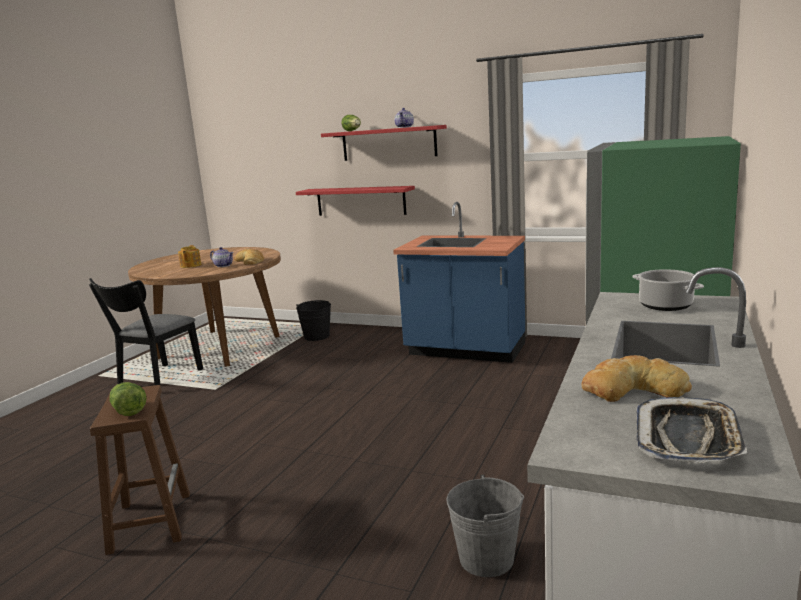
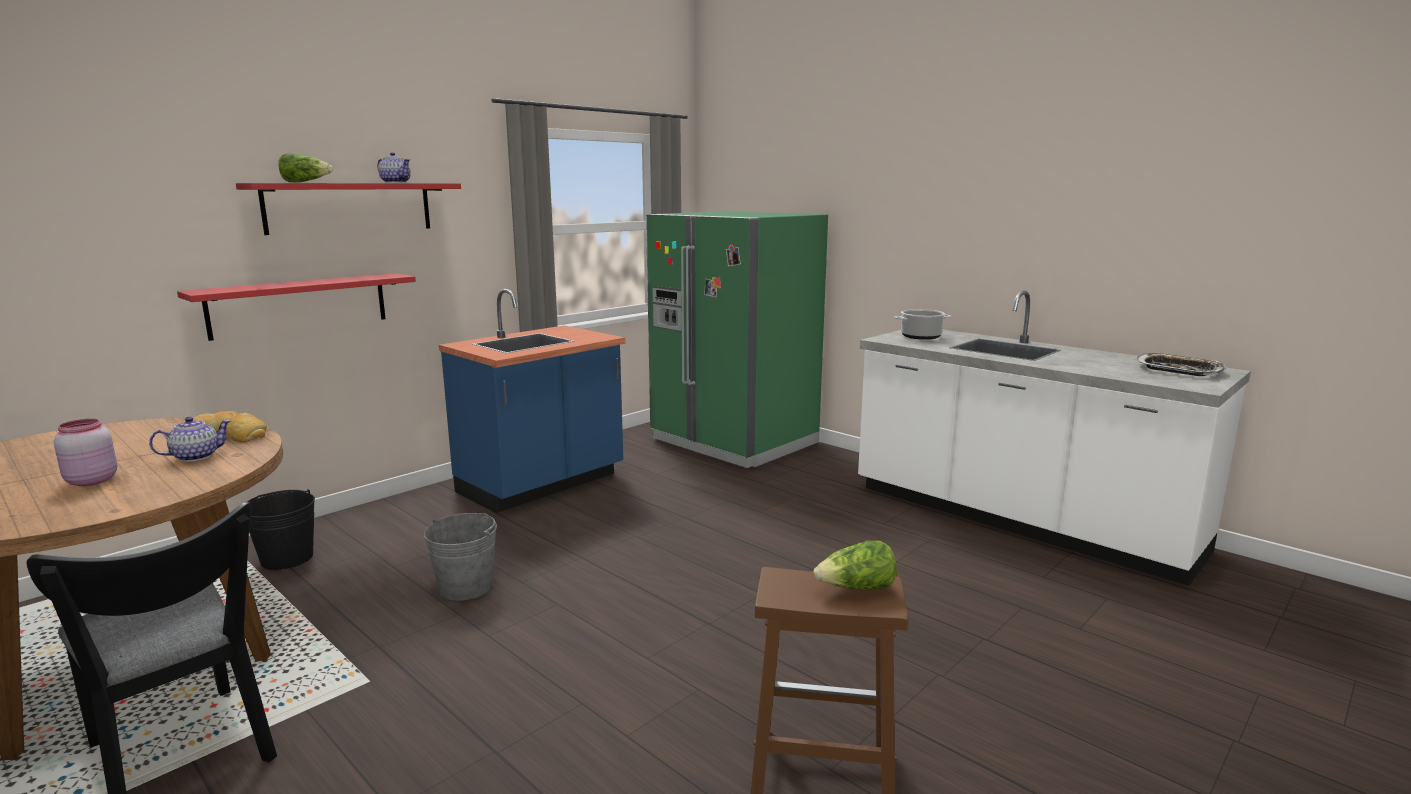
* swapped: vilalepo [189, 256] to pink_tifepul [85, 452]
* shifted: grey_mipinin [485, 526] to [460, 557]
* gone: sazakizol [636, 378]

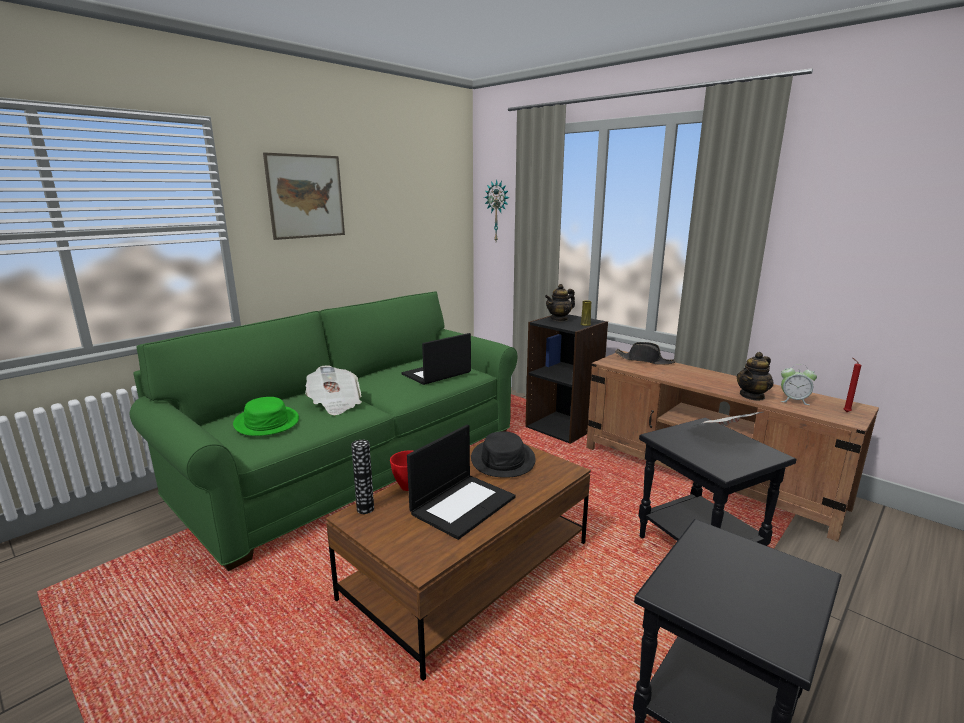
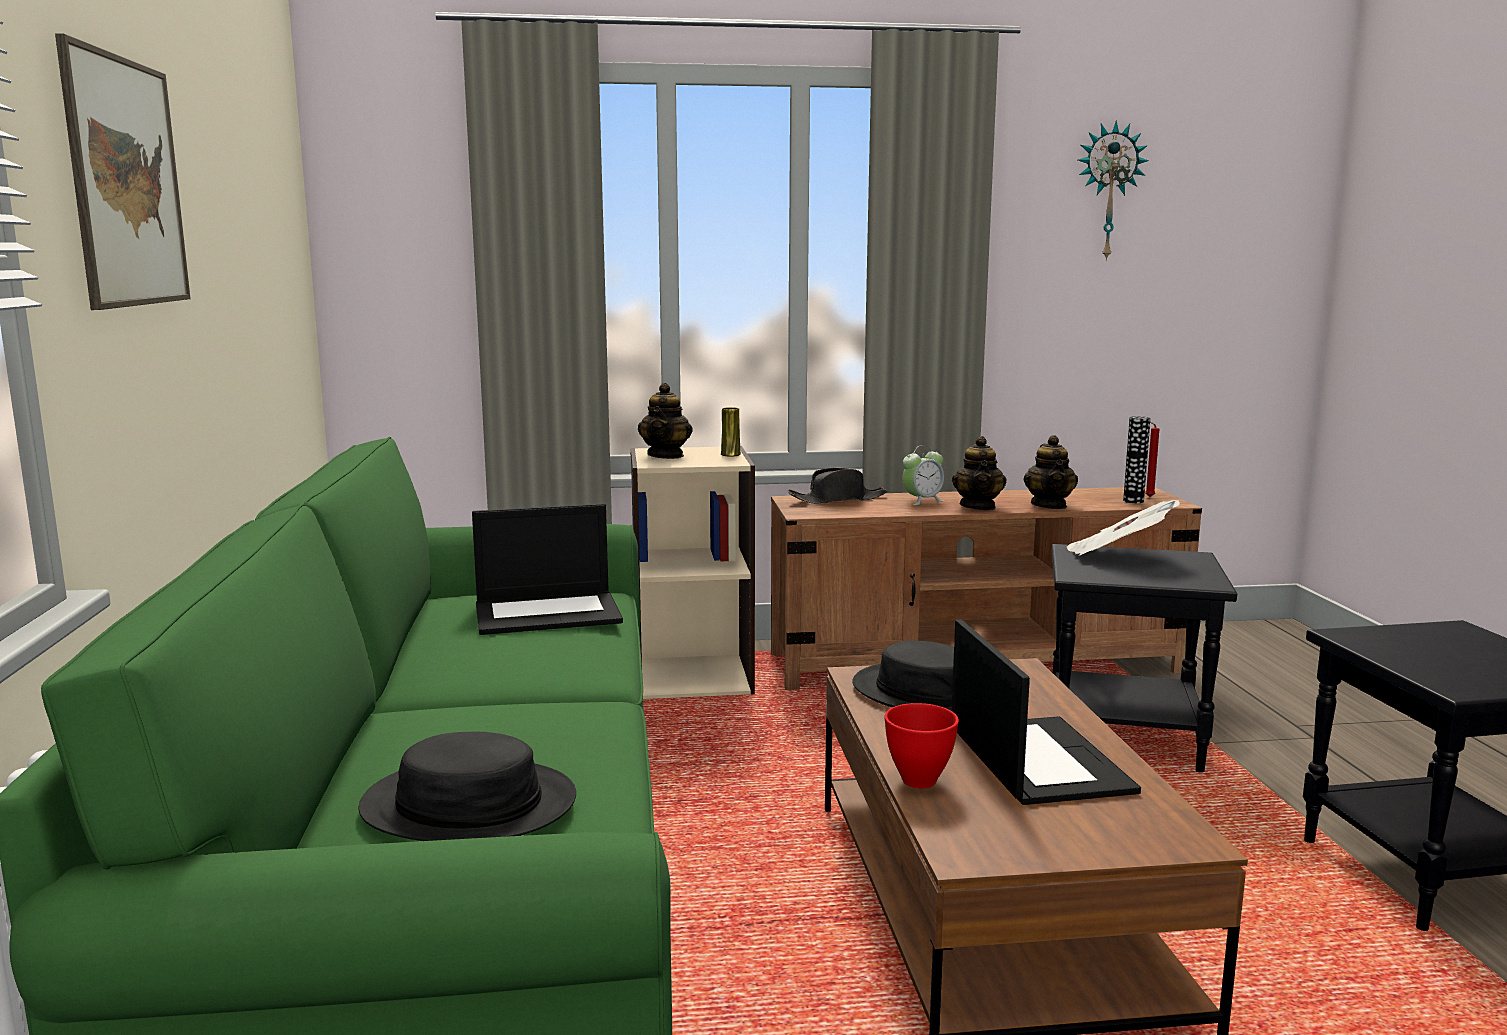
* repainted: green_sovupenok [266, 416] to black_sovupenok [467, 786]
* rotated: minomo [436, 359] = [547, 569] 105 degrees counterclockwise
* repainted: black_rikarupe [566, 379] to beige_rikarupe [693, 572]
* shifted: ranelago [798, 384] to [923, 475]
* new: vilalepo [979, 473]
* shifted: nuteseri [496, 210] to [1113, 190]
* shifted: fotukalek [362, 477] to [1136, 459]
* gone: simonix [333, 390]

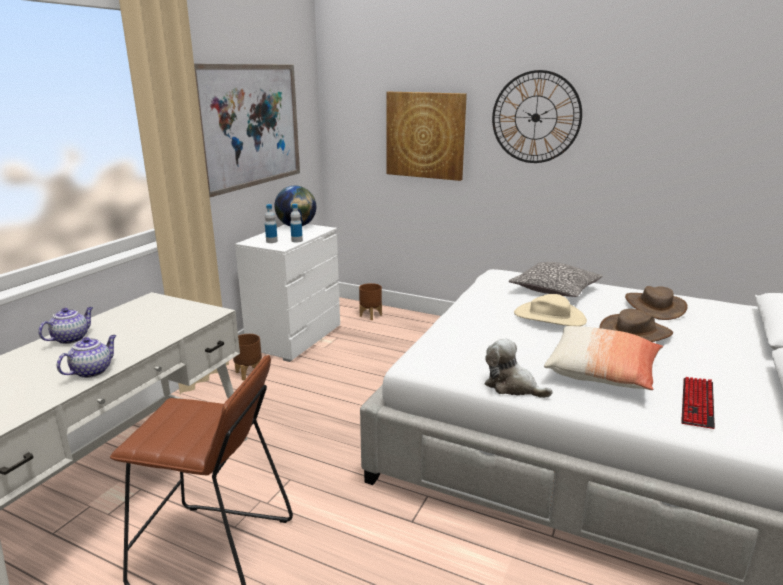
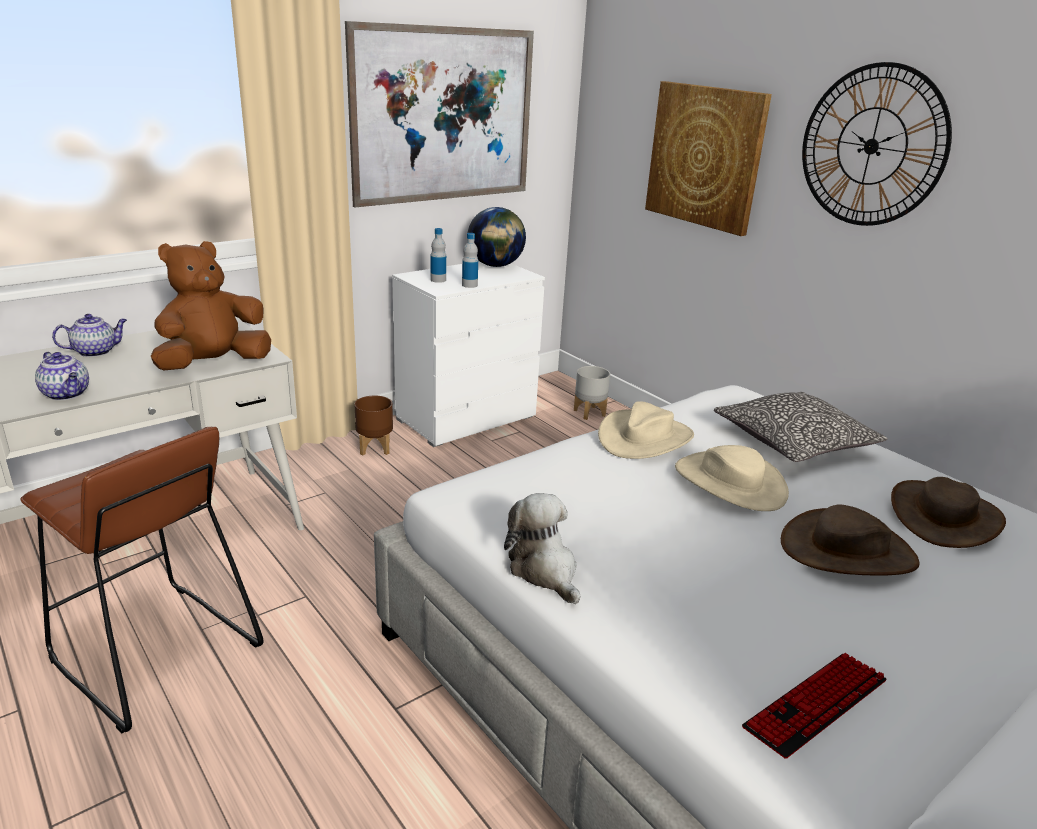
* rotated: vilalepo [86, 356] = [62, 376] 75 degrees clockwise
* new: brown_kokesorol [211, 305]
* repainted: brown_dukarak [370, 301] to grey_dukarak [592, 393]
* new: beige_sovupenok [646, 430]
* gone: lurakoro [603, 358]

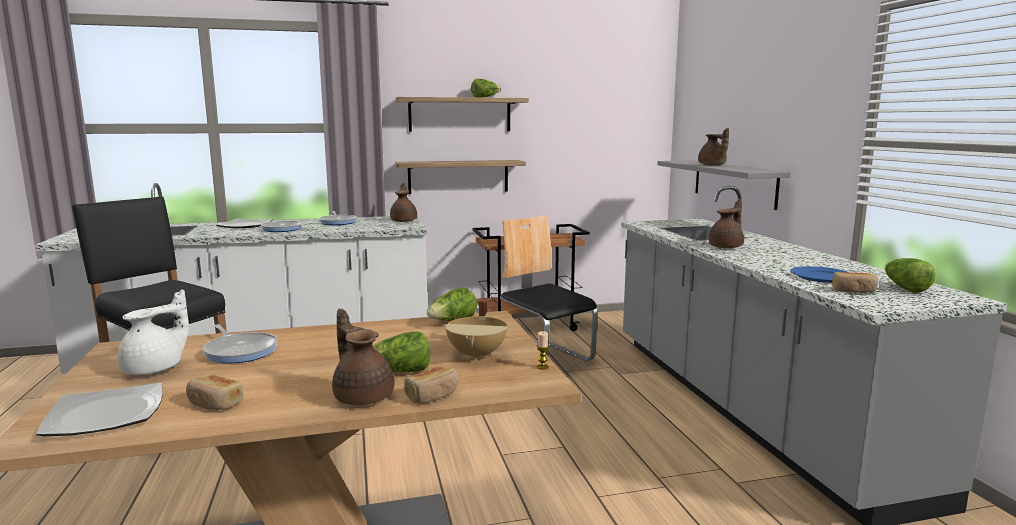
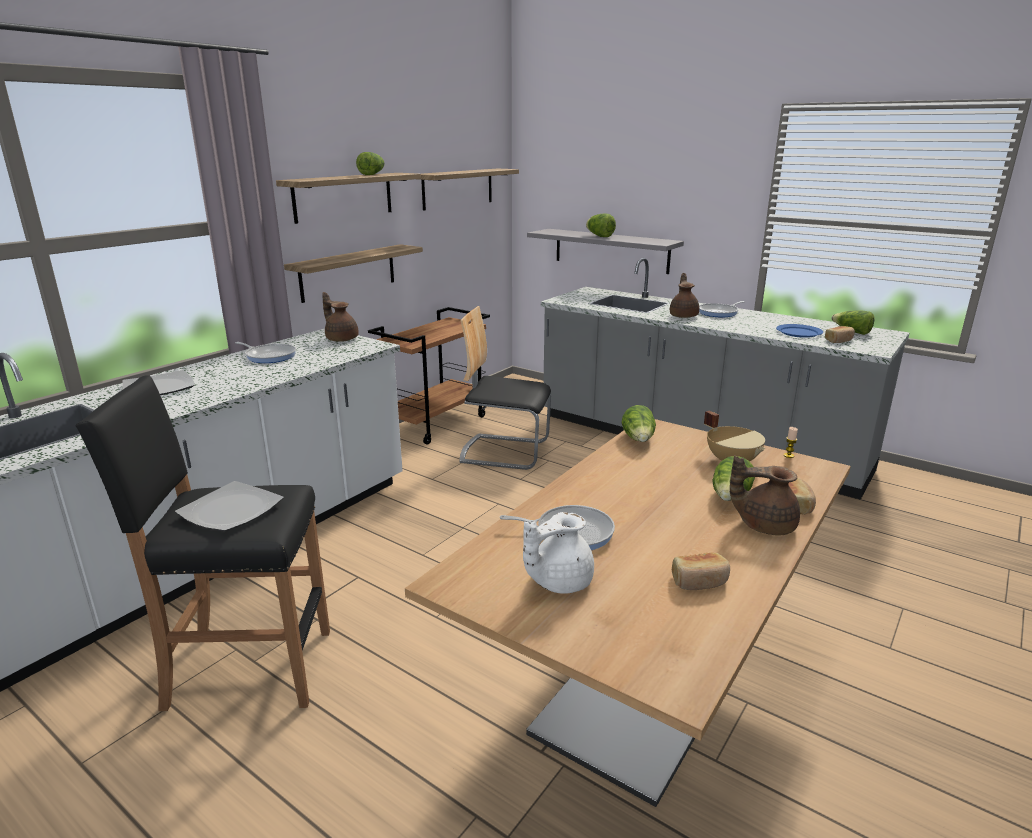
* shifted: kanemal [99, 409] to [229, 506]
* new: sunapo [468, 190]
* rotated: white_vilalepo [153, 332] = [558, 553] 120 degrees counterclockwise
* swapped: brown_vilalepo [713, 146] to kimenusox [601, 225]
* shifted: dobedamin [290, 226] to [722, 309]

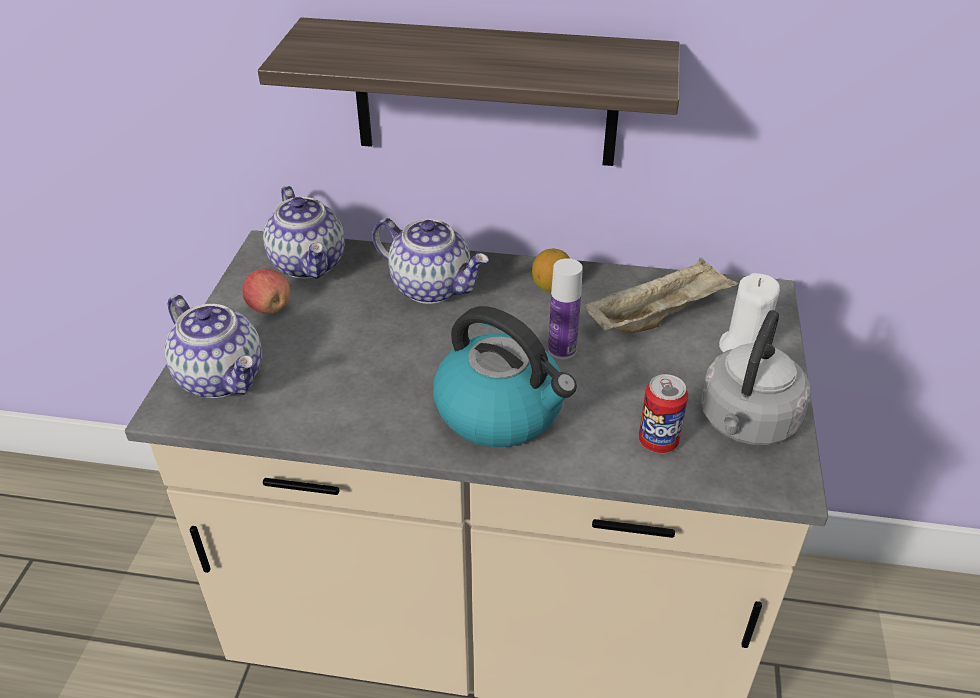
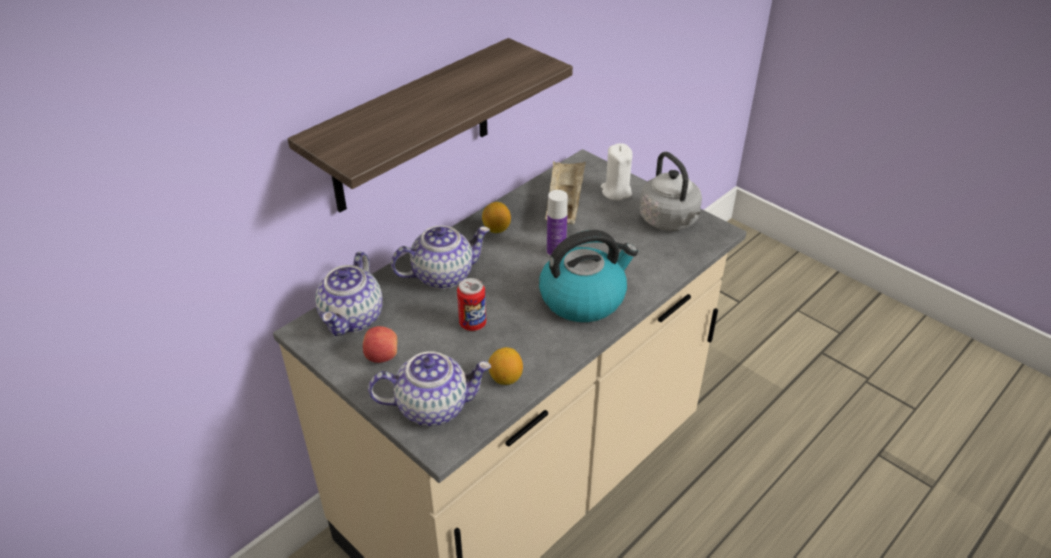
* rotated: vilalepo [304, 232] = [349, 294] 90 degrees clockwise
* shifted: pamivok [663, 413] to [471, 304]
* new: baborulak [505, 366]

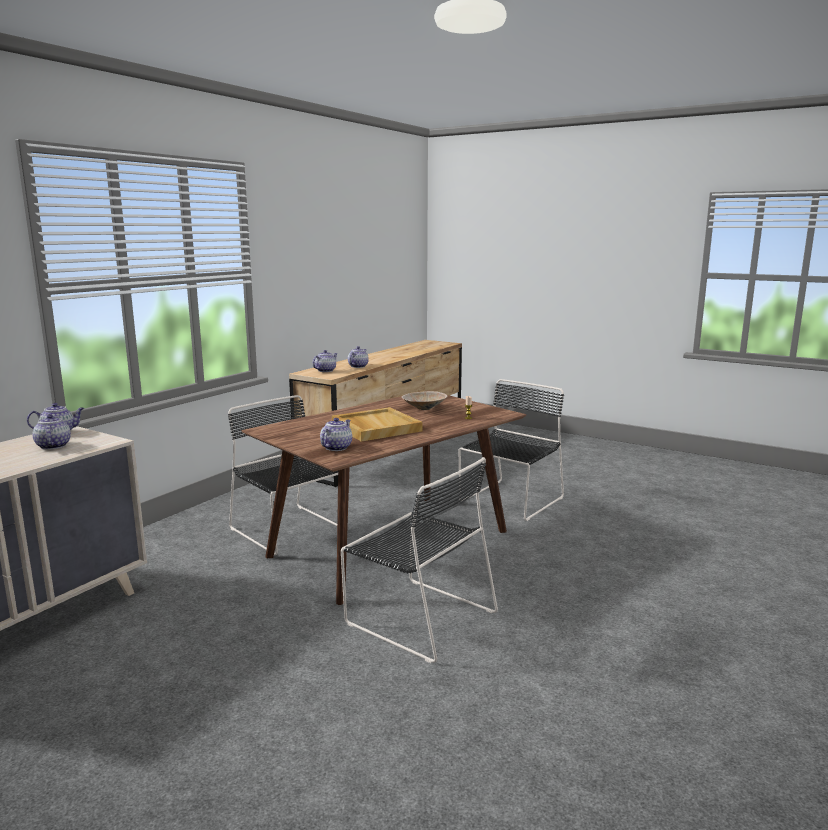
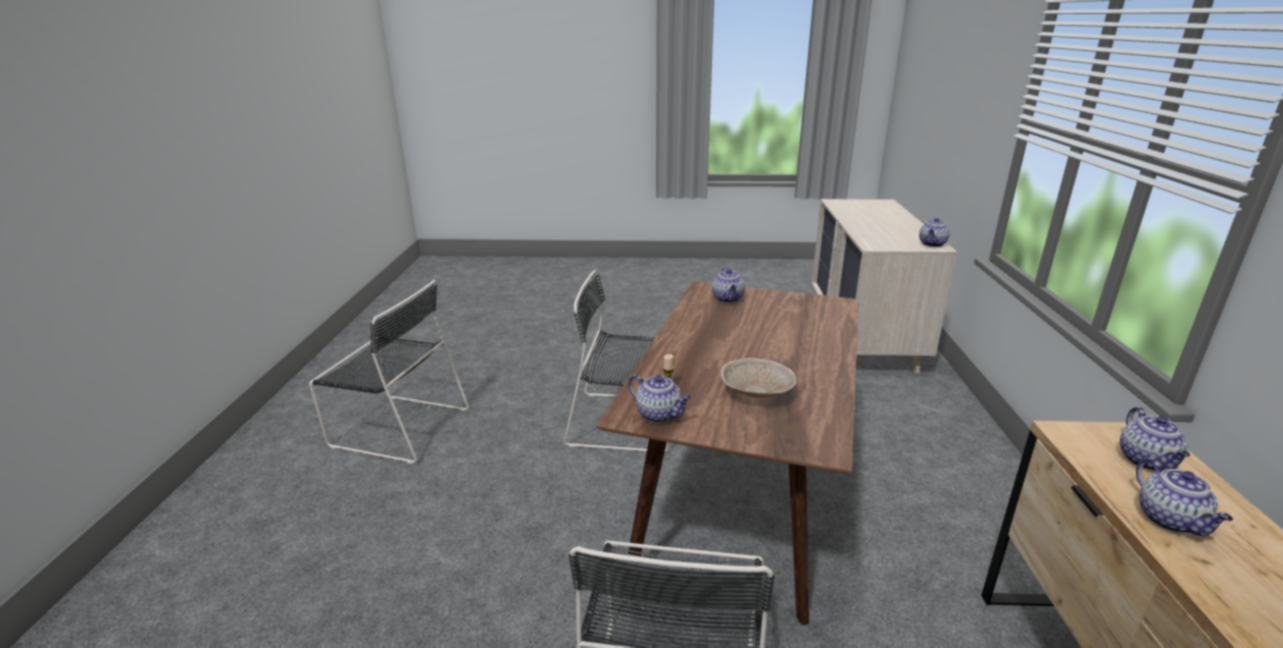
* shifted: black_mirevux [283, 475] to [389, 372]
* shifted: vilalepo [51, 432] to [659, 398]
* gone: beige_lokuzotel [377, 424]

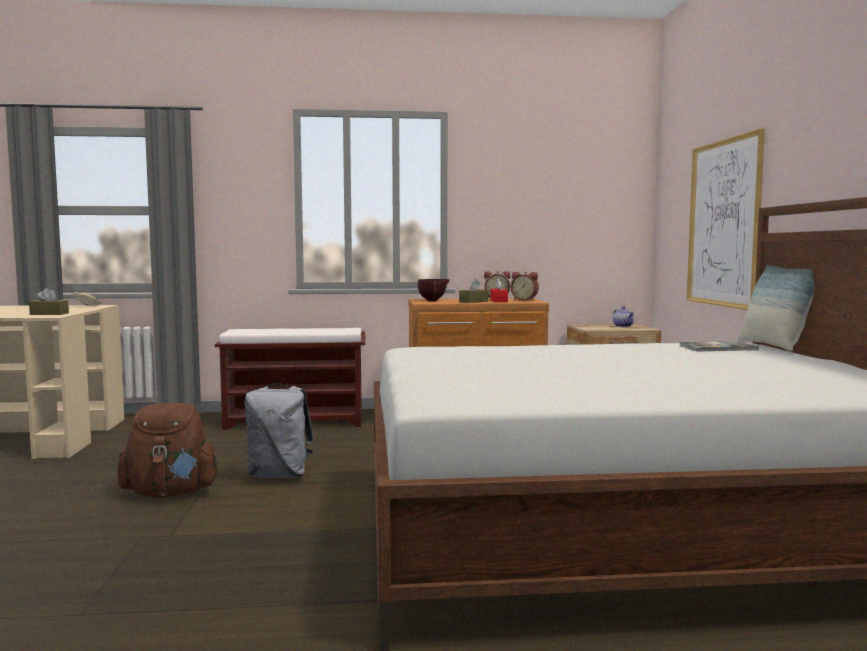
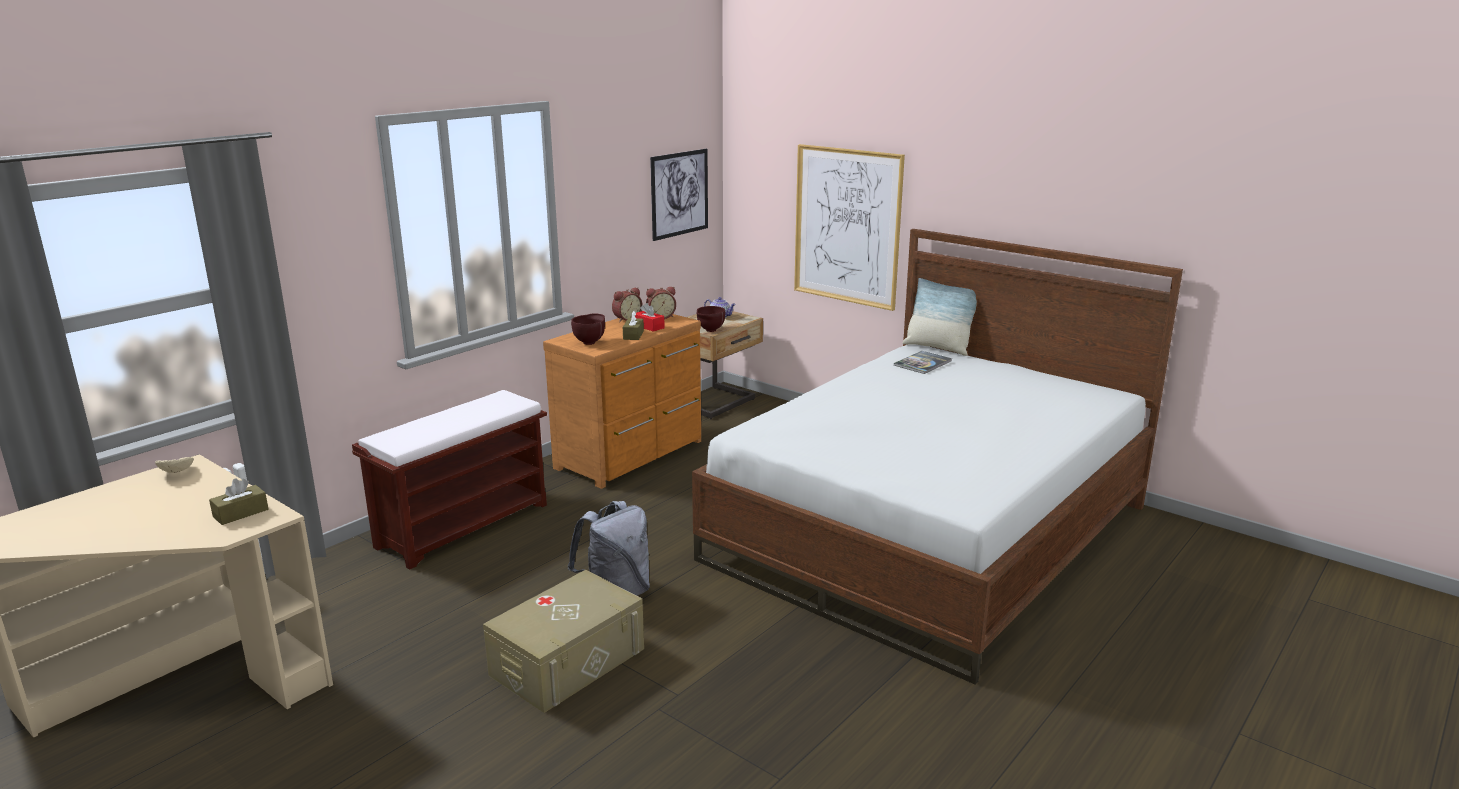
* swapped: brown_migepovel [168, 450] to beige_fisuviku [563, 641]
* new: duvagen [679, 195]
* new: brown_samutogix [711, 319]

